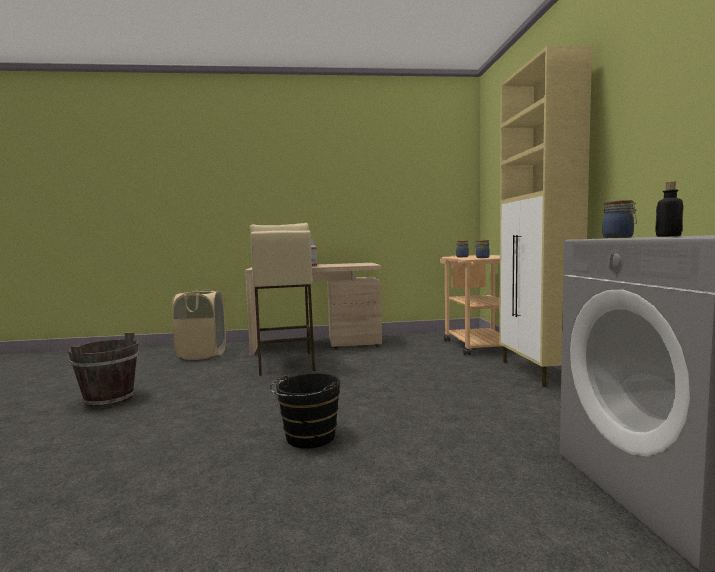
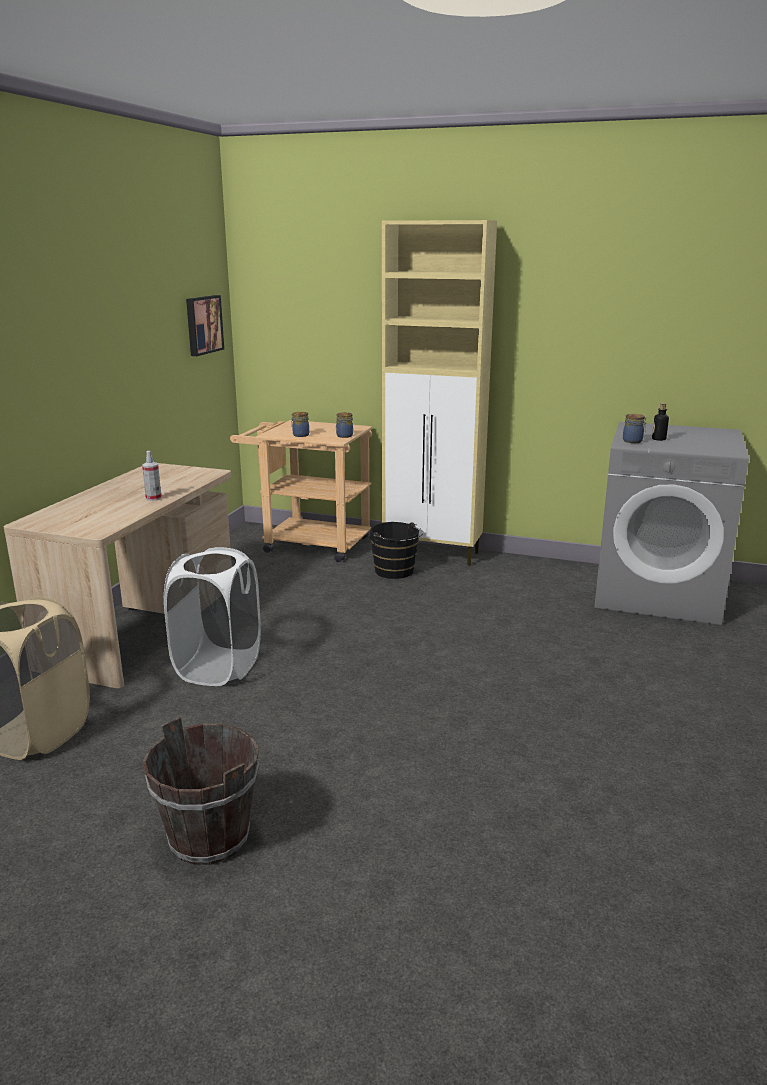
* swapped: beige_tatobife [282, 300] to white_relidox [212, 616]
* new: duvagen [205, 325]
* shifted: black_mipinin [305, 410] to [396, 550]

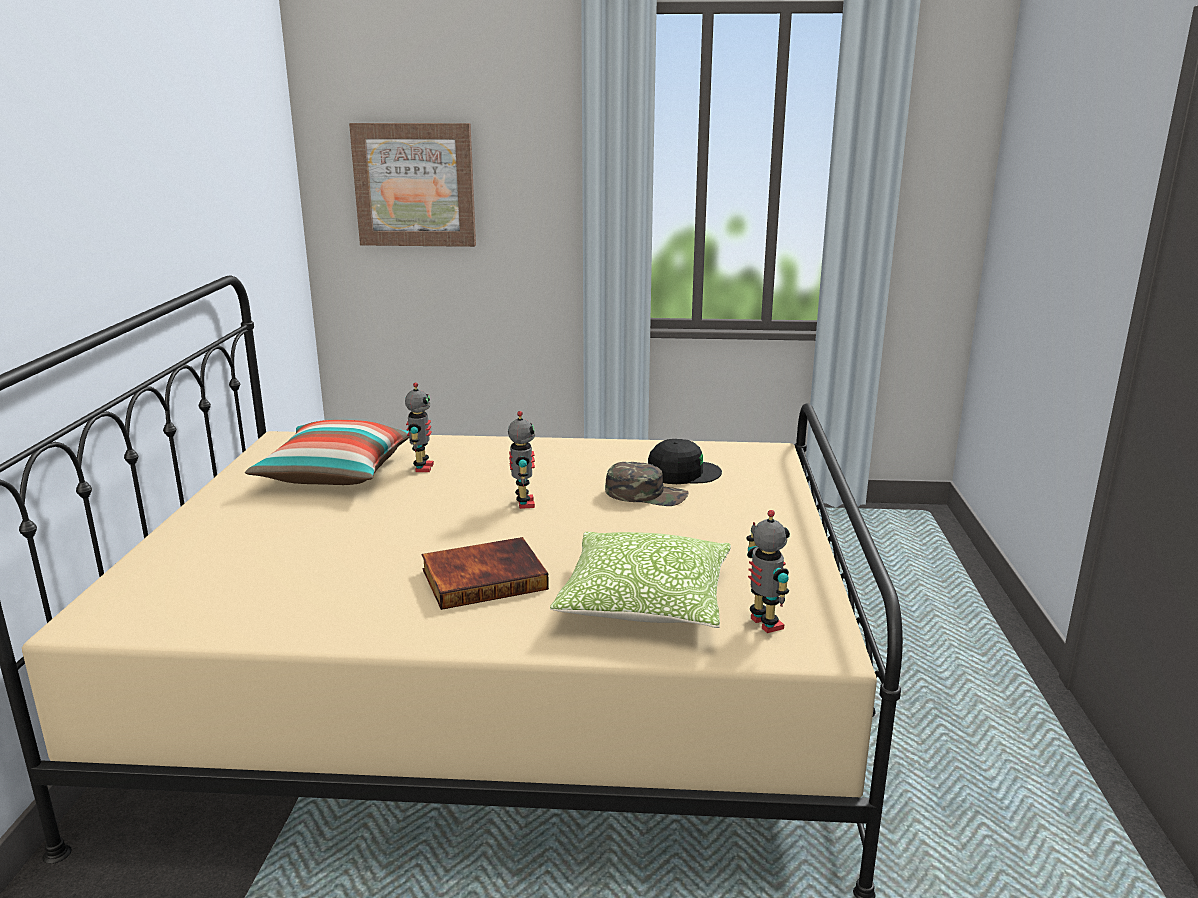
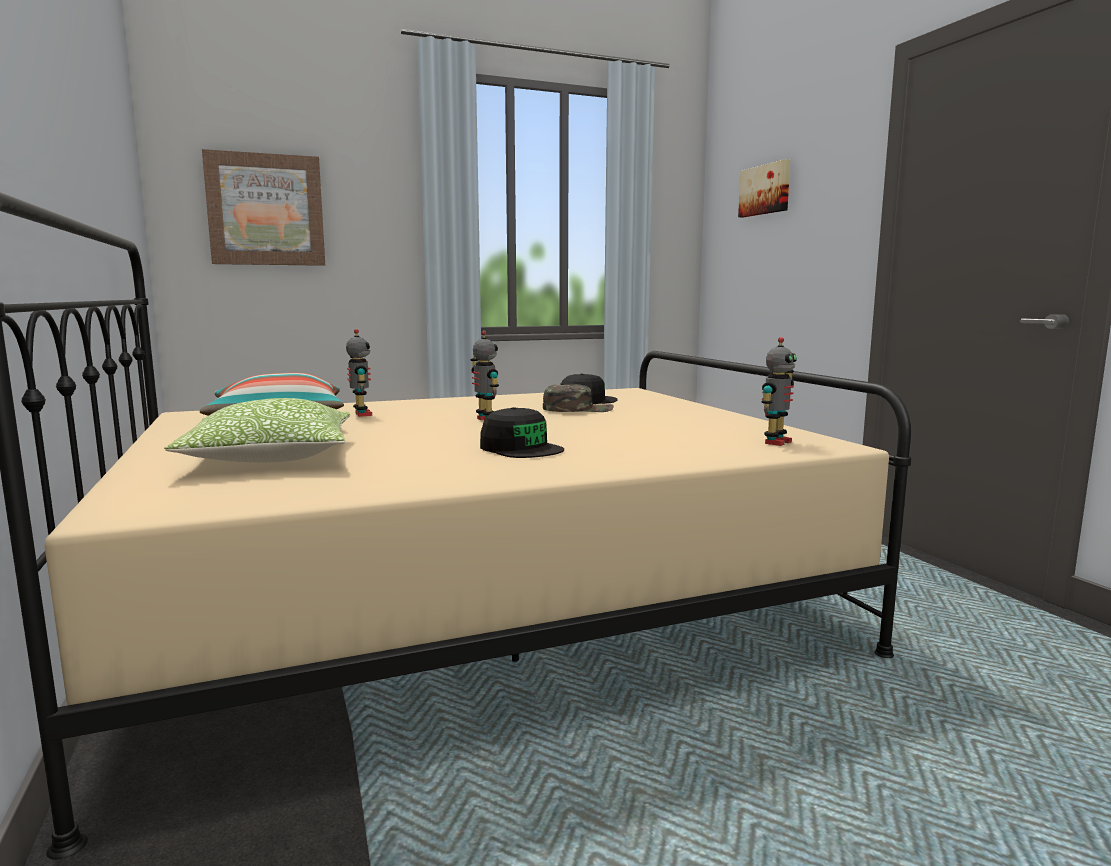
* shifted: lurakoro [640, 580] to [257, 430]
* swapped: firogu [485, 573] to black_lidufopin [522, 432]
* new: duvagen [764, 188]
* rotated: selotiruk [768, 571] = [779, 391] 90 degrees clockwise

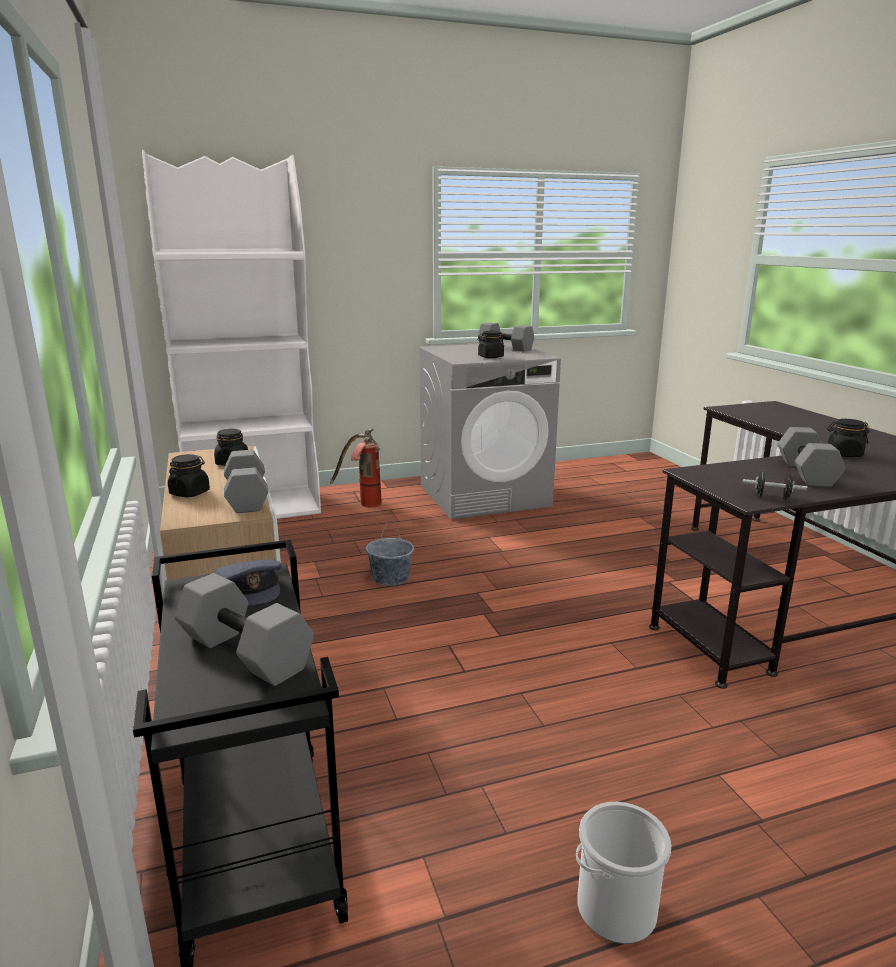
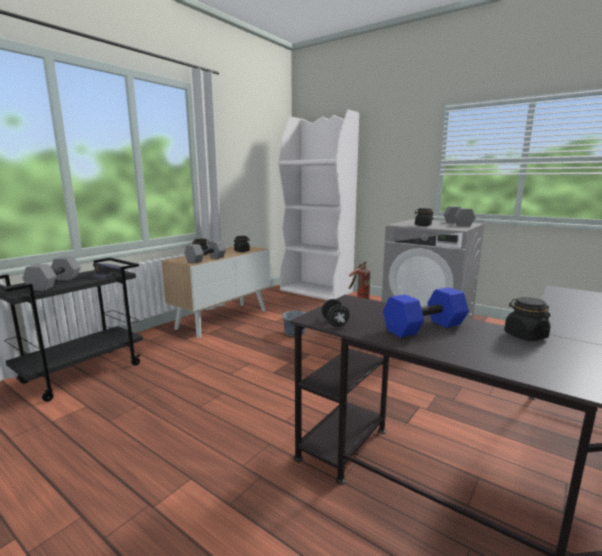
* repainted: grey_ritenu [812, 457] to blue_ritenu [426, 312]
* gone: mipinin [623, 873]

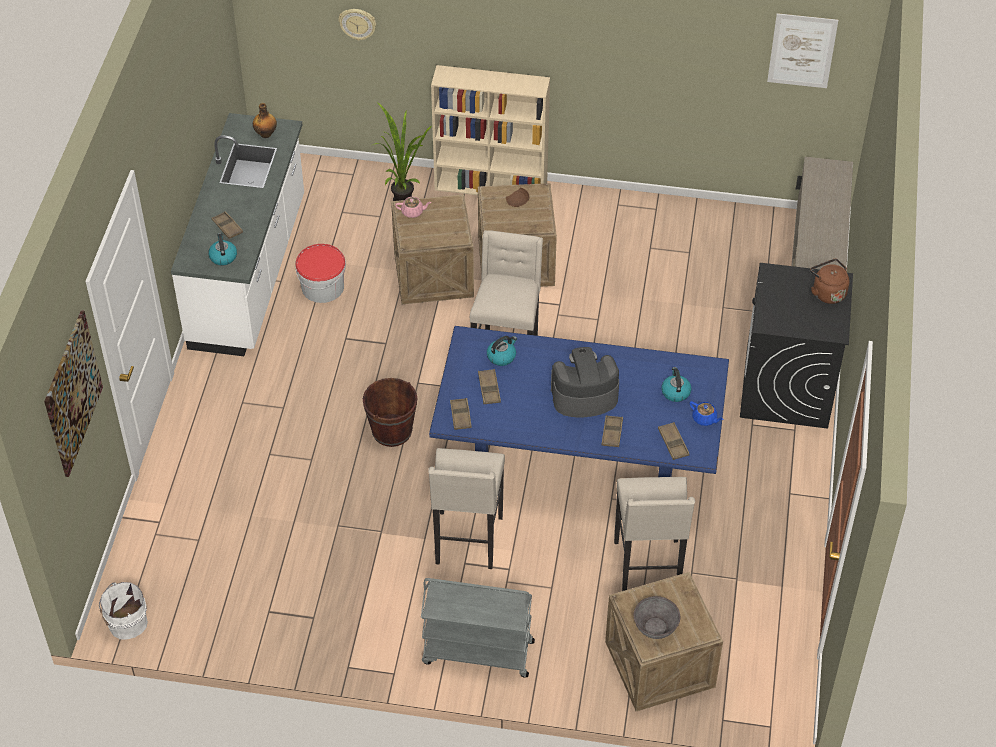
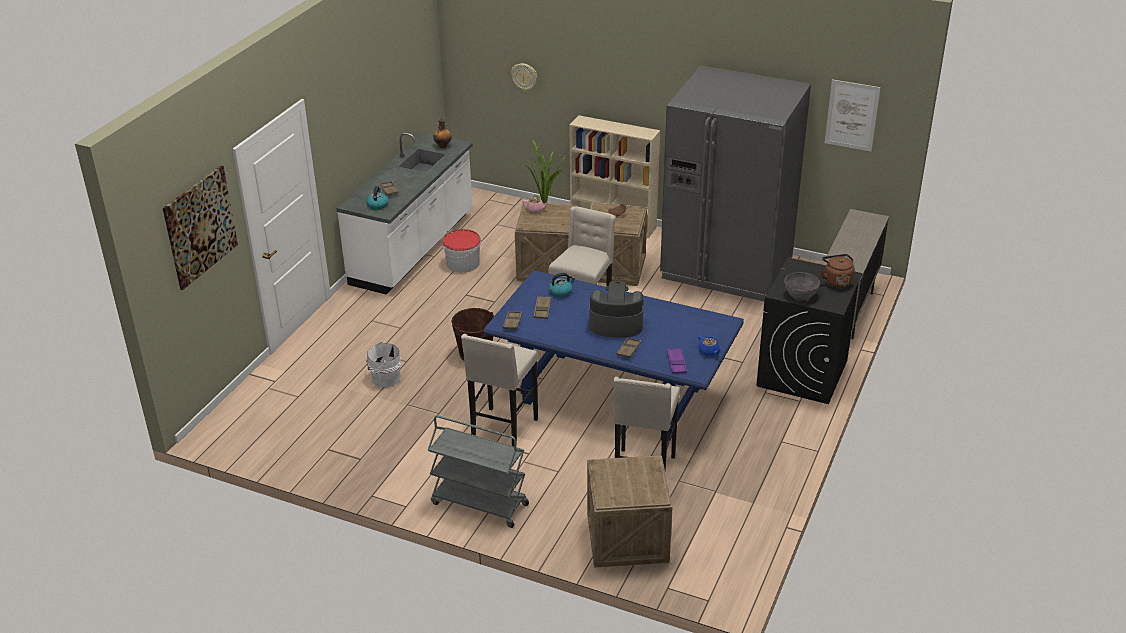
* shifted: white_mipinin [123, 611] to [384, 364]
* new: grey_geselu [735, 183]
* repainted: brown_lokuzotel [674, 441] to purple_lokuzotel [677, 361]
* shifted: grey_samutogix [657, 617] to [802, 286]
* gone: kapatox [676, 384]

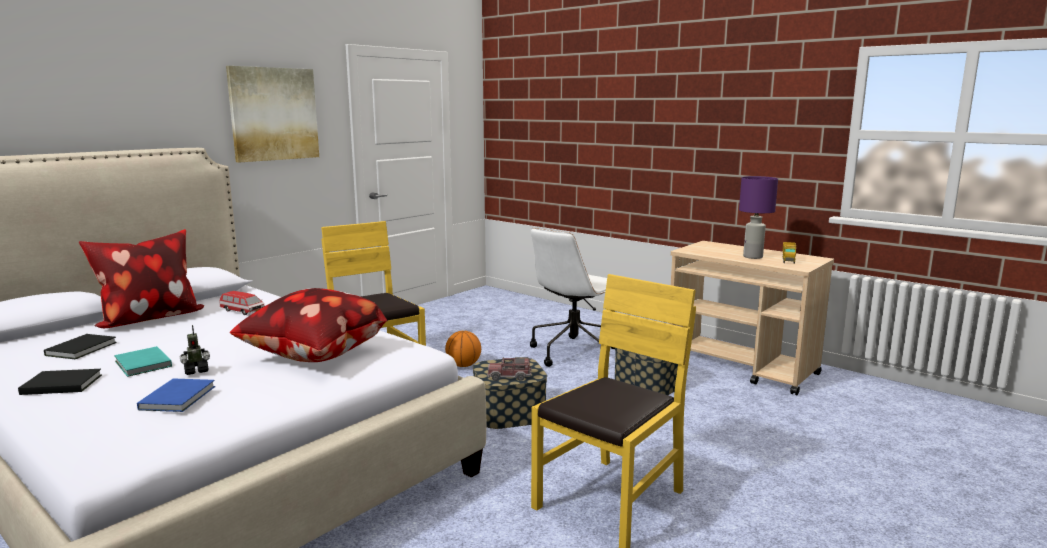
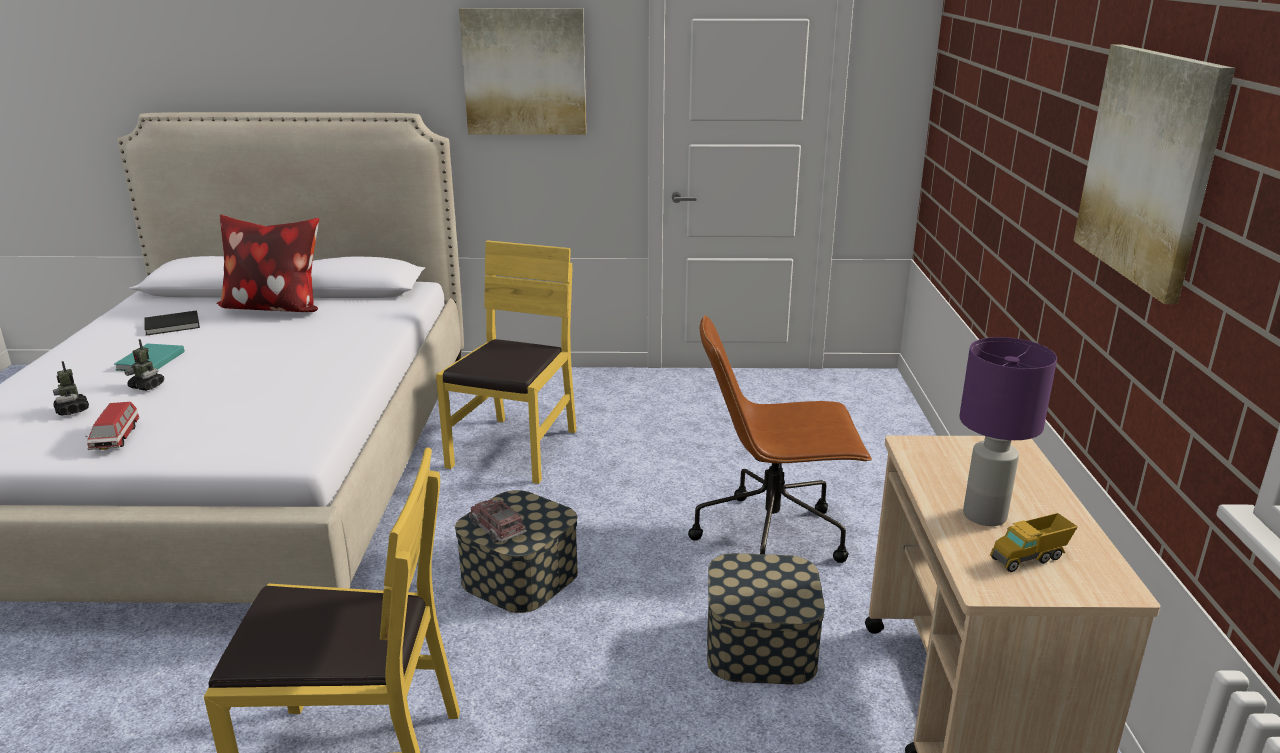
* swapped: blue_firogu [176, 395] to selotiruk [71, 388]
* shifted: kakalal [241, 303] to [112, 426]
* repainted: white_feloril [572, 297] to brown_feloril [780, 439]
* new: duvagen [1154, 174]
* gone: black_firogu [60, 382]
* gone: lurakoro [309, 325]
* gone: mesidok [463, 349]

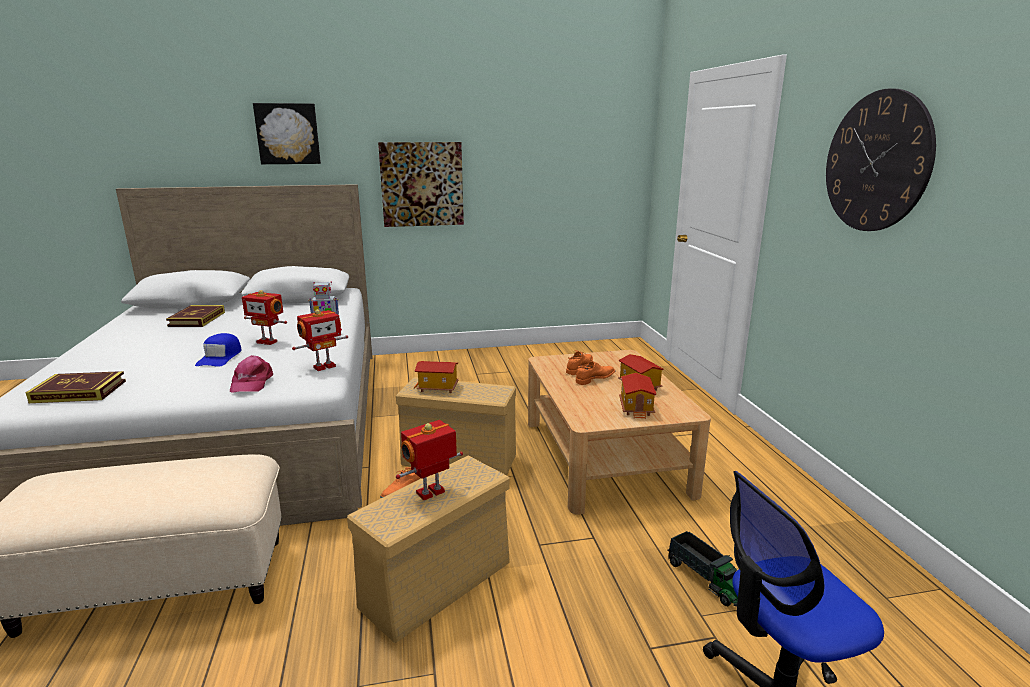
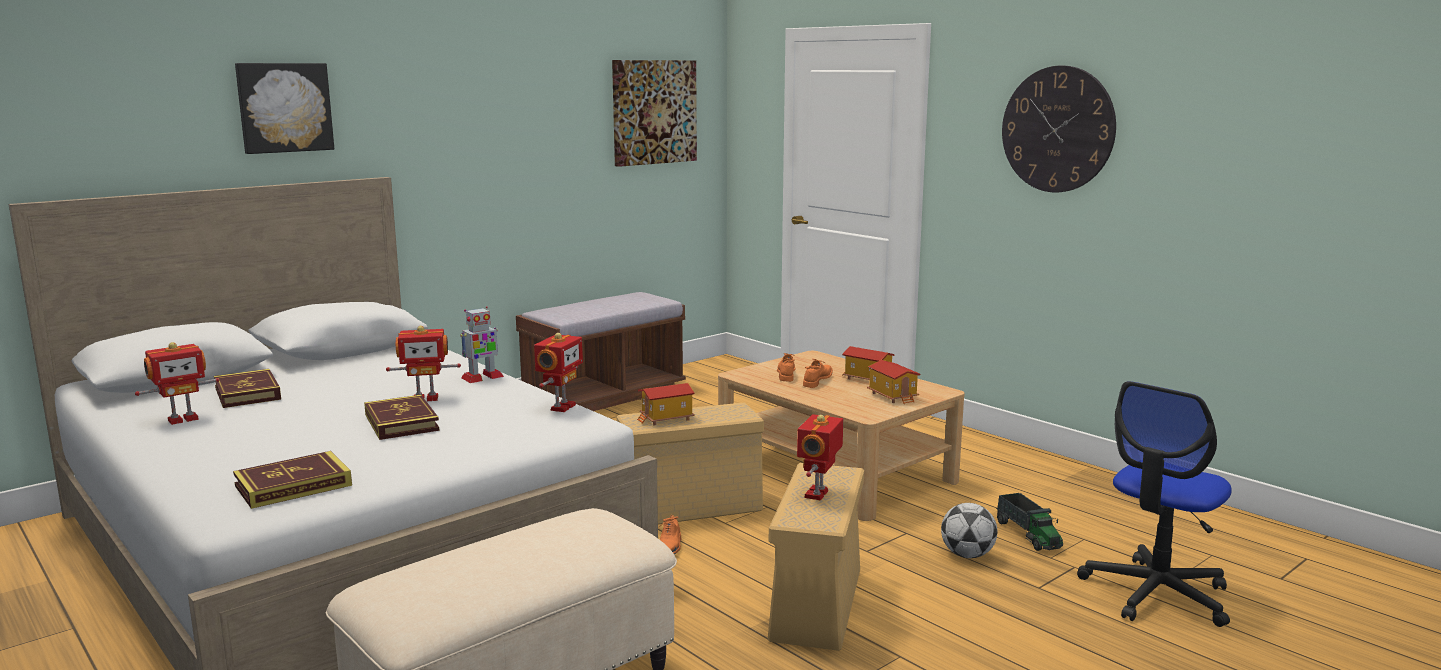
* new: selotiruk [177, 383]
* swapped: blue_lidufopin [218, 350] to firogu [402, 417]
* new: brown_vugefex [601, 351]
* shifted: duvagen [421, 184] to [654, 113]
* new: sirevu [969, 530]
* rotated: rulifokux [703, 568] = [1029, 522] 45 degrees clockwise
* gone: pink_lidufopin [251, 374]

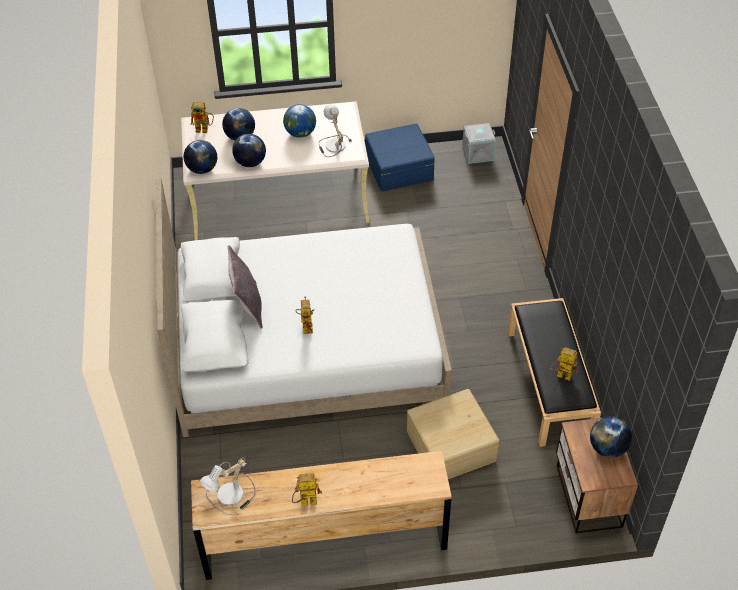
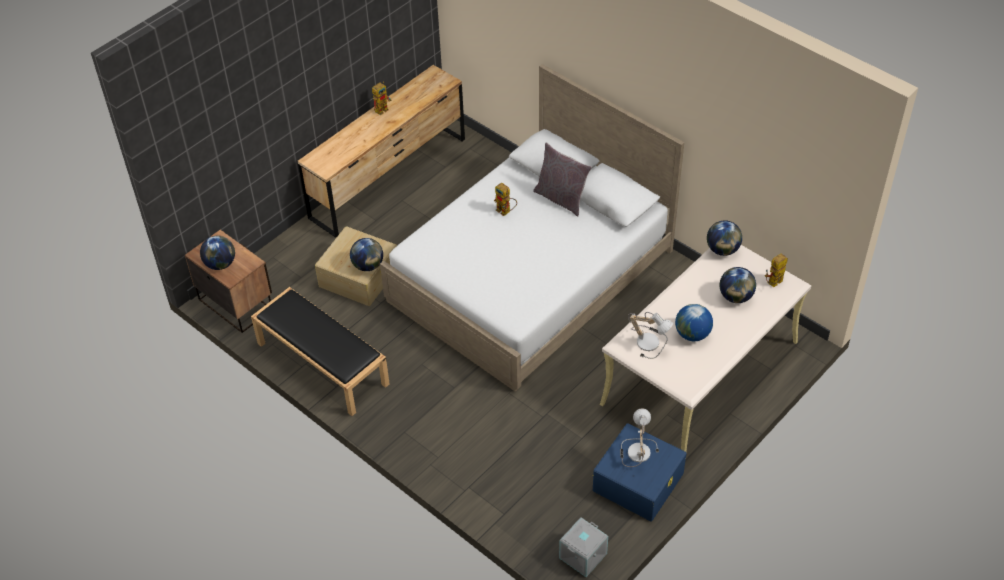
* shifted: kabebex [249, 150] to [366, 254]
* shifted: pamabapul [227, 486] to [639, 437]
* gone: selotiruk [564, 364]

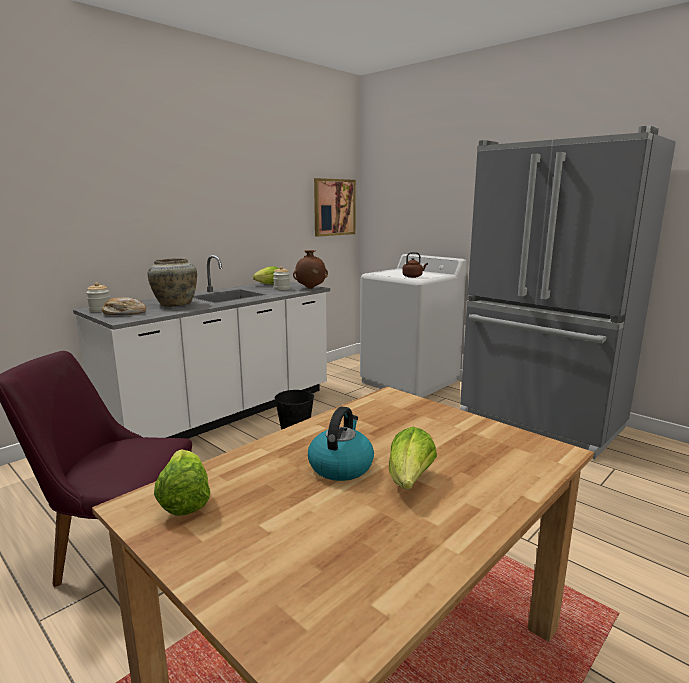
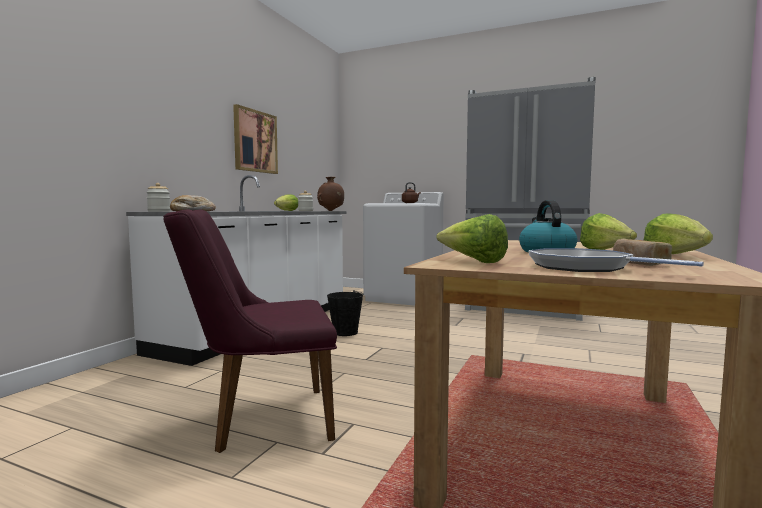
* shifted: duvagen [335, 207] to [255, 139]
* new: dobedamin [616, 260]
* new: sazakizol [642, 252]
* new: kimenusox [678, 233]
* gone: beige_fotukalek [172, 282]

